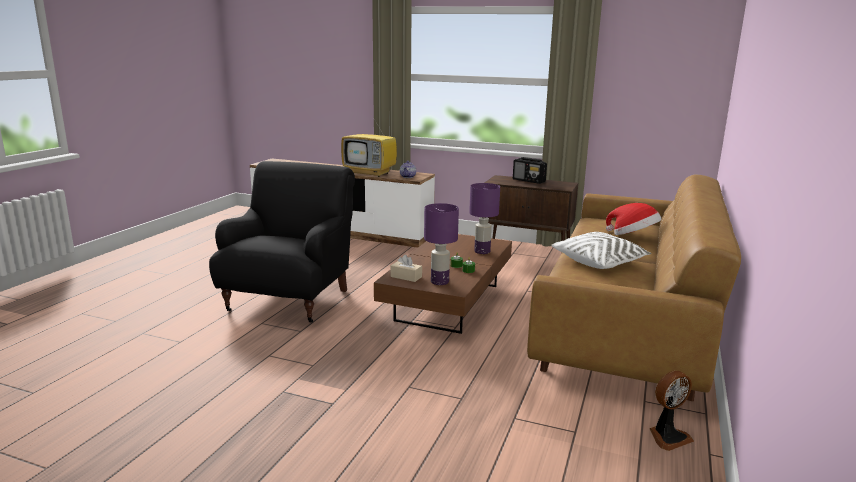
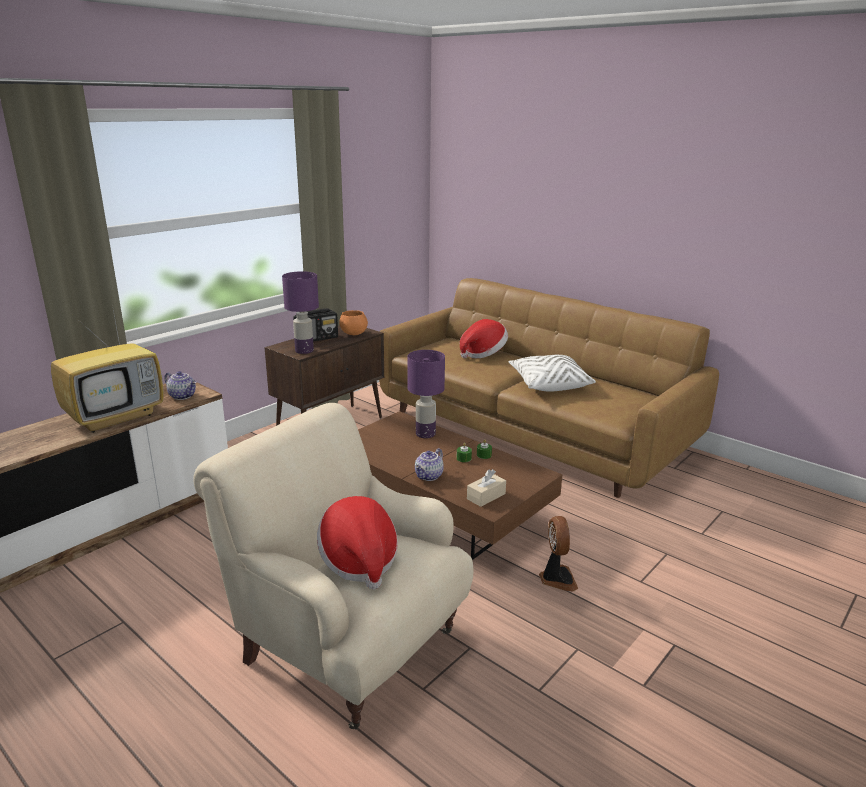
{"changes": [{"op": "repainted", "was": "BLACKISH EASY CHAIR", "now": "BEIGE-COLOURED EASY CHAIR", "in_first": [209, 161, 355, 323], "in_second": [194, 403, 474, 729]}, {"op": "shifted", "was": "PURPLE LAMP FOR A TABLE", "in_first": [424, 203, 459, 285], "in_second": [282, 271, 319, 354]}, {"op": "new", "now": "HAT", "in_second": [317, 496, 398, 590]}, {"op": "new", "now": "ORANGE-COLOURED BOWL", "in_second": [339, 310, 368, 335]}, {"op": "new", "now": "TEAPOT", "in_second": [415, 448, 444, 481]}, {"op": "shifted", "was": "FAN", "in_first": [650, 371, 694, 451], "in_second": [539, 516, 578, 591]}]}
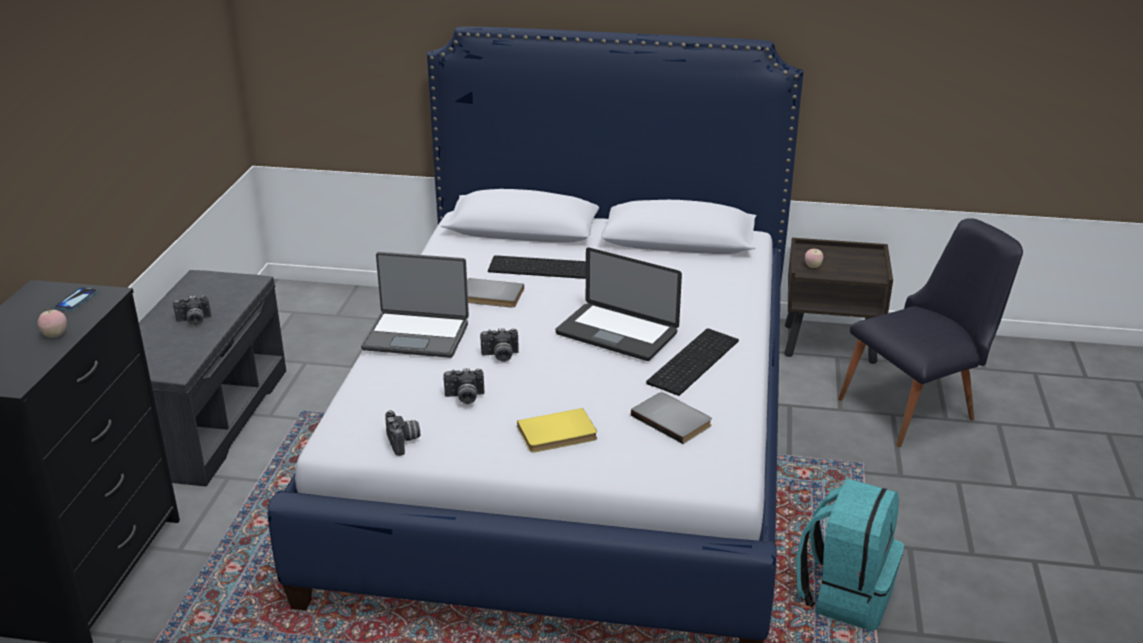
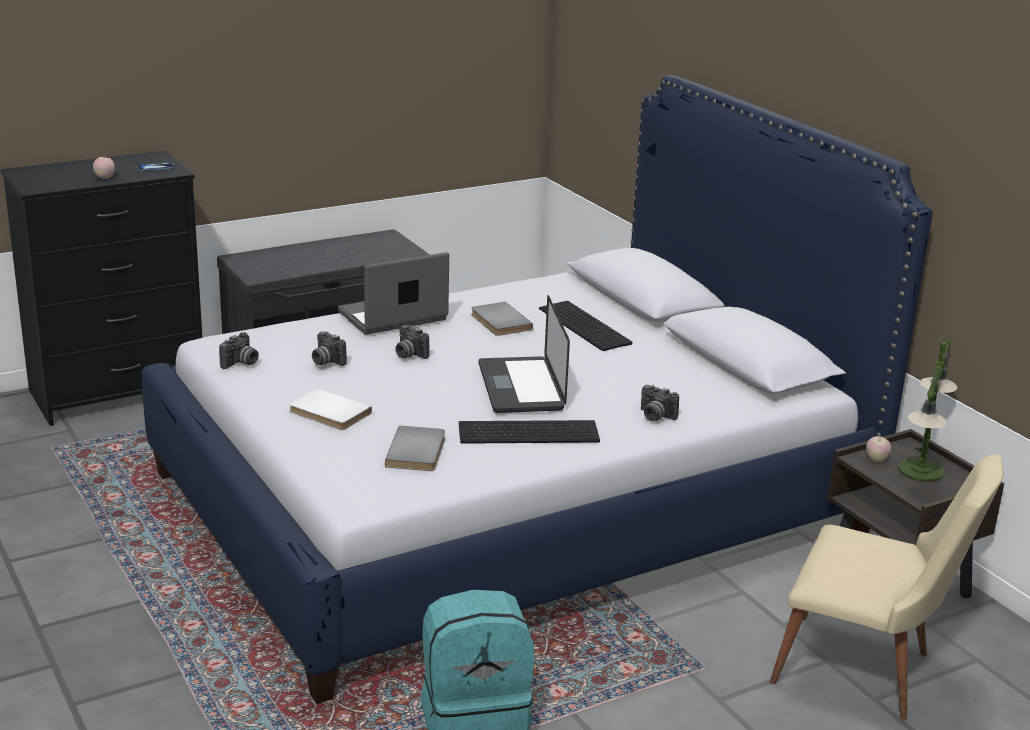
{"changes": [{"op": "repainted", "was": "YELLOW-COLOURED VOLUME", "now": "WHITE VOLUME", "in_first": [517, 408, 597, 453], "in_second": [289, 388, 372, 430]}, {"op": "rotated", "was": "NOTEBOOK COMPUTER", "in_first": [361, 252, 469, 358], "in_second": [338, 252, 449, 335], "clockwise": 90}, {"op": "shifted", "was": "STILL CAMERA", "in_first": [173, 295, 211, 326], "in_second": [641, 385, 679, 421]}, {"op": "repainted", "was": "BLACKISH PLAIN CHAIR", "now": "BEIGE-COLOURED PLAIN CHAIR", "in_first": [838, 218, 1023, 447], "in_second": [770, 454, 1003, 720]}, {"op": "new", "now": "LAMP FOR A TABLE", "in_second": [898, 339, 958, 482]}]}
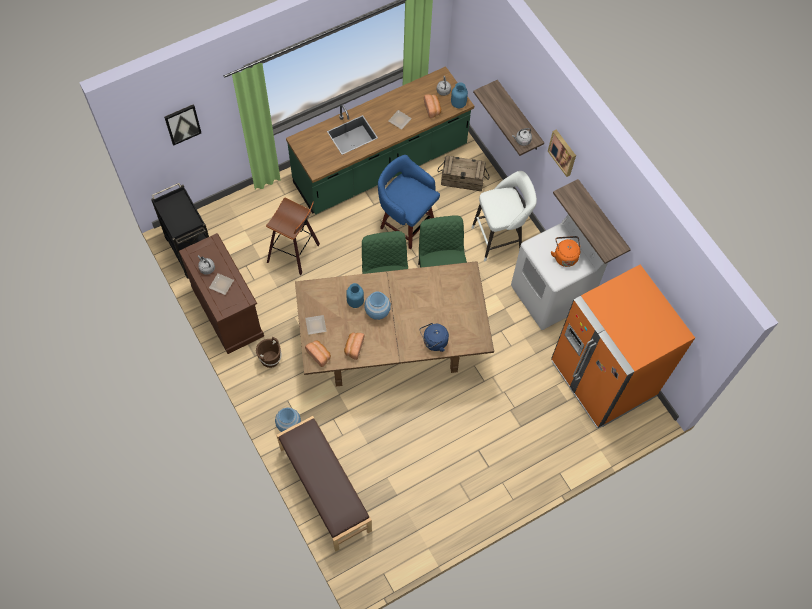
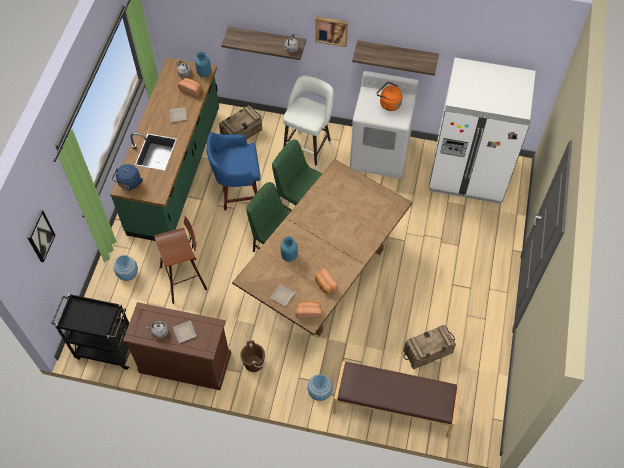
{"changes": [{"op": "shifted", "was": "BLUE WATER KETTLE", "in_first": [420, 323, 449, 352], "in_second": [112, 164, 143, 190]}, {"op": "shifted", "was": "BLUE FLOWER VASE", "in_first": [365, 292, 391, 320], "in_second": [114, 255, 138, 281]}, {"op": "new", "now": "CRATE", "in_second": [404, 325, 456, 369]}, {"op": "repainted", "was": "ORANGE-COLOURED KITCHEN FRIDGE", "now": "WHITE KITCHEN FRIDGE", "in_first": [551, 265, 695, 429], "in_second": [429, 58, 536, 204]}]}
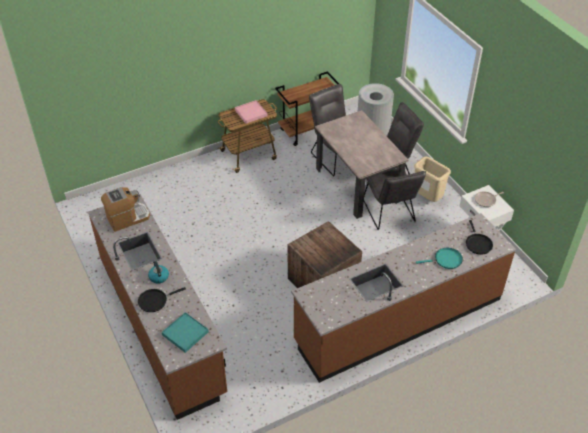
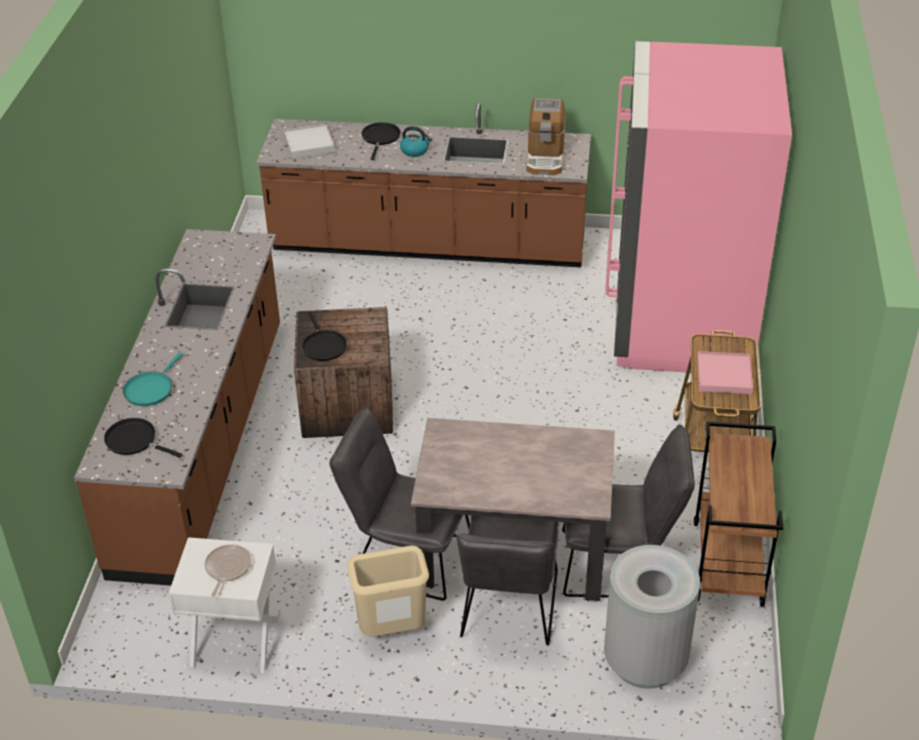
{"changes": [{"op": "repainted", "was": "BLUE-GREEN SERVING TRAY", "now": "WHITE SERVING TRAY", "in_first": [162, 312, 209, 353], "in_second": [284, 124, 335, 158]}, {"op": "new", "now": "BLACKISH PAN", "in_second": [302, 312, 347, 361]}, {"op": "new", "now": "PINK-COLOURED KITCHEN FRIDGE", "in_second": [605, 41, 792, 373]}]}
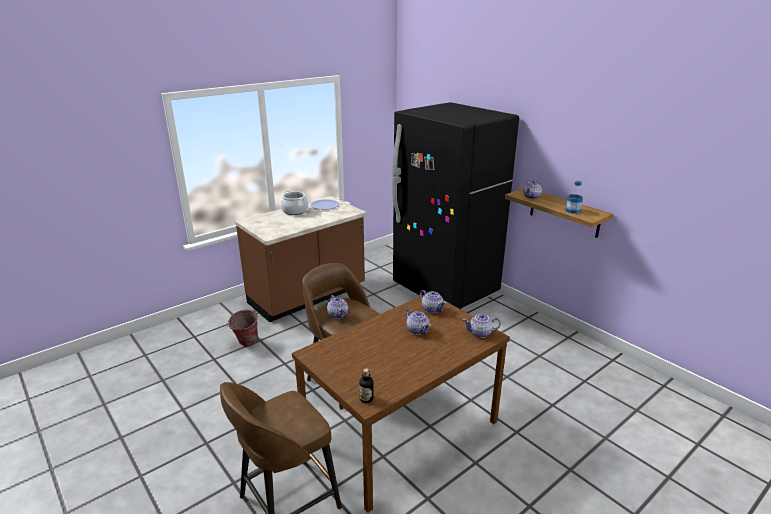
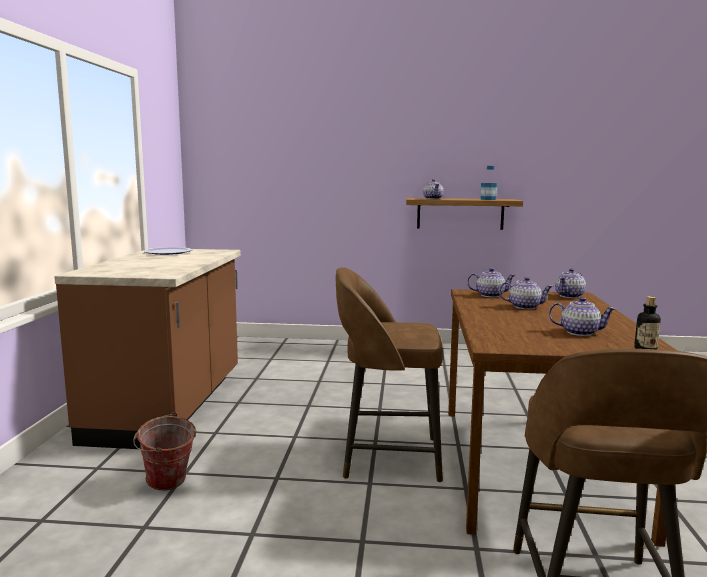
{"changes": [{"op": "shifted", "was": "TEAPOT", "in_first": [327, 295, 348, 319], "in_second": [549, 297, 616, 336]}, {"op": "gone", "was": "COOKING POT", "in_first": [281, 191, 308, 215]}, {"op": "gone", "was": "BLACKISH KITCHEN FRIDGE", "in_first": [392, 102, 519, 310]}]}
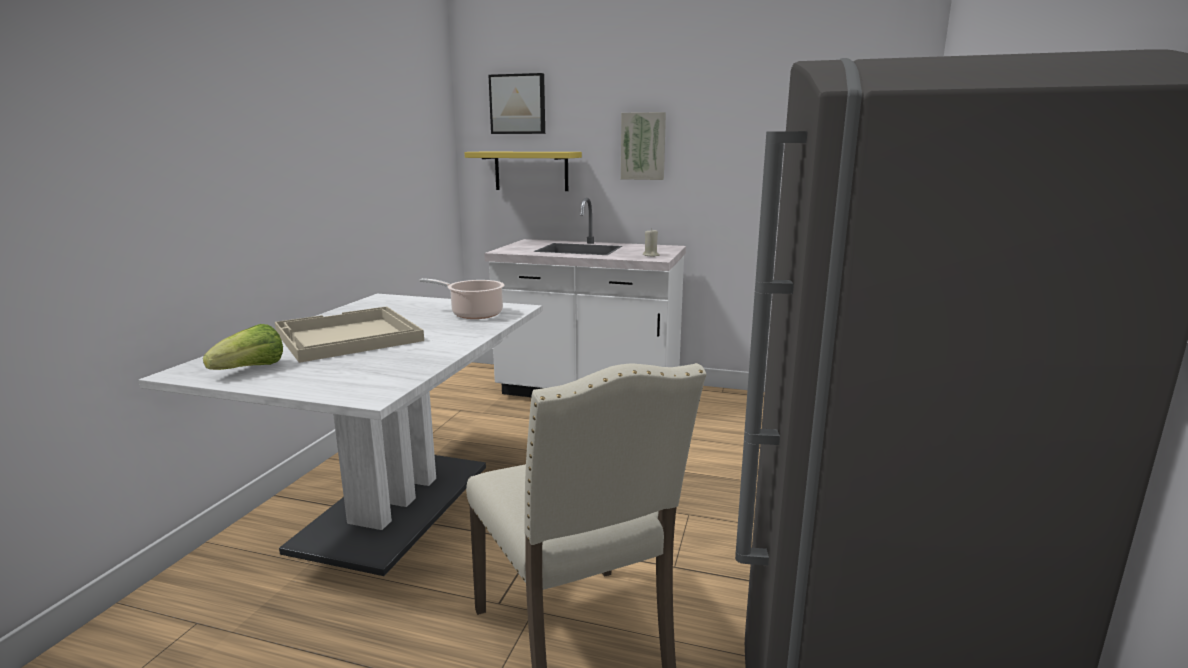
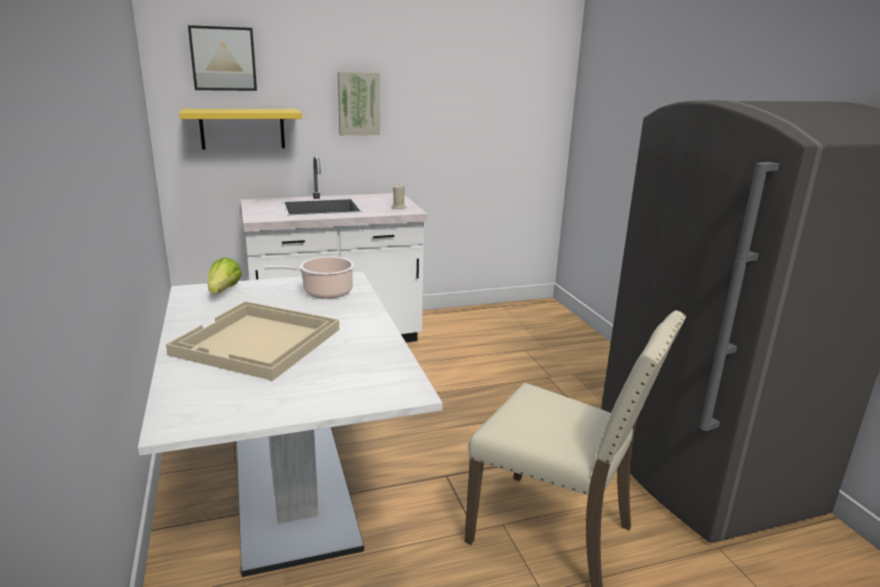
{"changes": [{"op": "shifted", "was": "HEAD OF LETTUCE", "in_first": [203, 324, 283, 370], "in_second": [208, 257, 242, 294]}]}
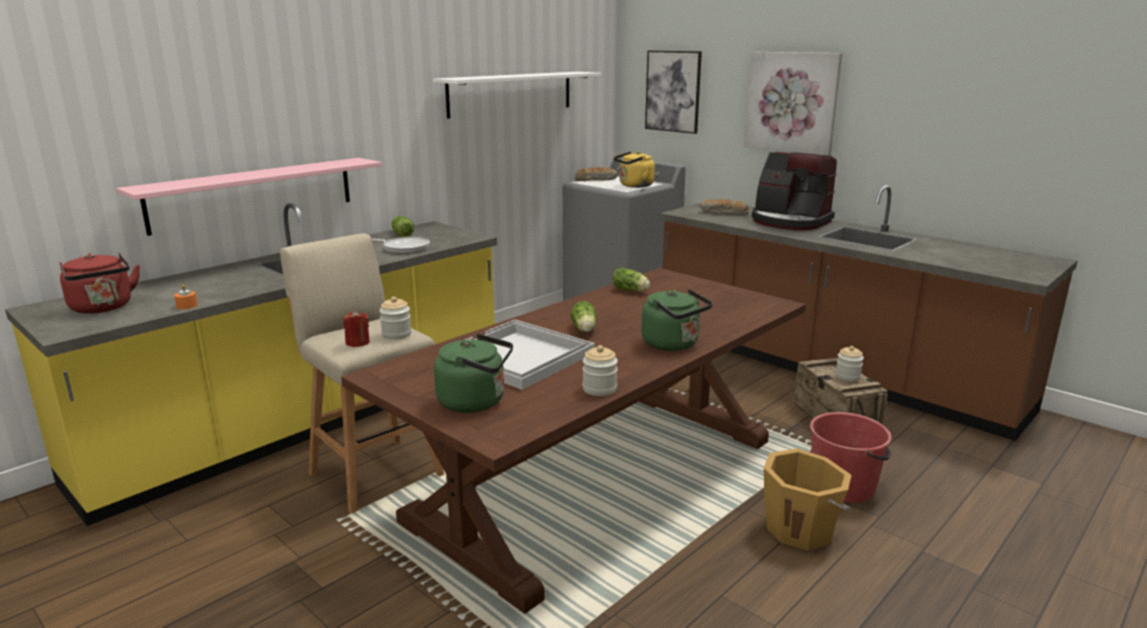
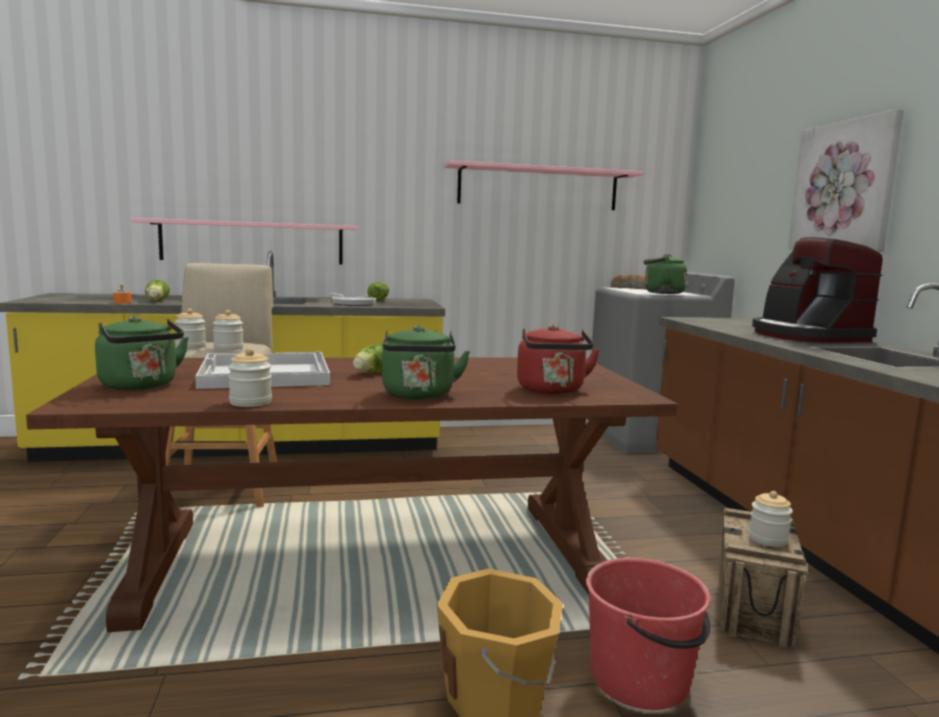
{"changes": [{"op": "shifted", "was": "HEAD OF LETTUCE", "in_first": [612, 267, 650, 291], "in_second": [145, 280, 169, 301]}, {"op": "swapped", "was": "RED-COLOURED CANDLE", "now": "JAR", "in_first": [343, 310, 370, 347], "in_second": [175, 309, 206, 349]}, {"op": "repainted", "was": "WHITE SHELF", "now": "PINK-COLOURED SHELF", "in_first": [433, 72, 601, 119], "in_second": [444, 160, 644, 210]}, {"op": "shifted", "was": "RED-COLOURED WATER KETTLE", "in_first": [60, 253, 140, 314], "in_second": [517, 325, 600, 394]}, {"op": "repainted", "was": "YELLOW-COLOURED WATER KETTLE", "now": "GREEN WATER KETTLE", "in_first": [614, 151, 655, 188], "in_second": [643, 254, 687, 294]}, {"op": "gone", "was": "PICTURE", "in_first": [645, 51, 702, 134]}, {"op": "gone", "was": "BREAD", "in_first": [699, 199, 749, 214]}]}
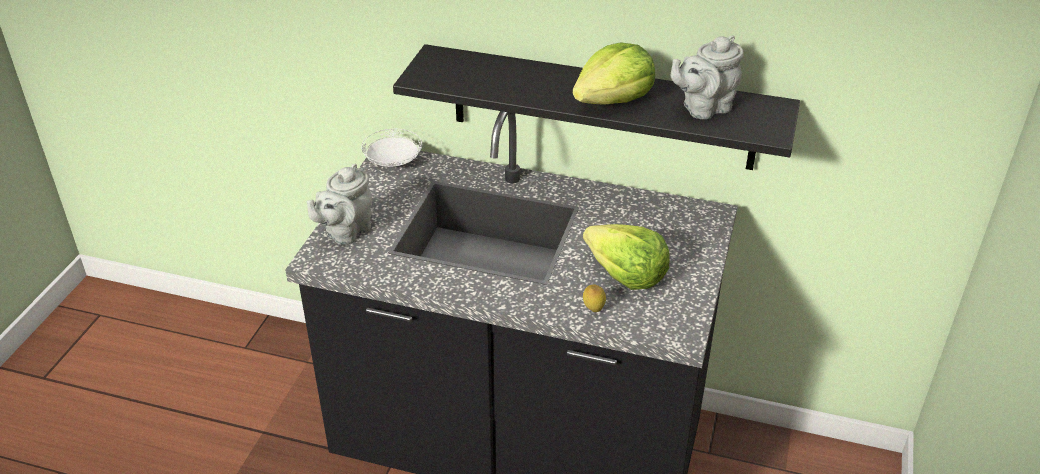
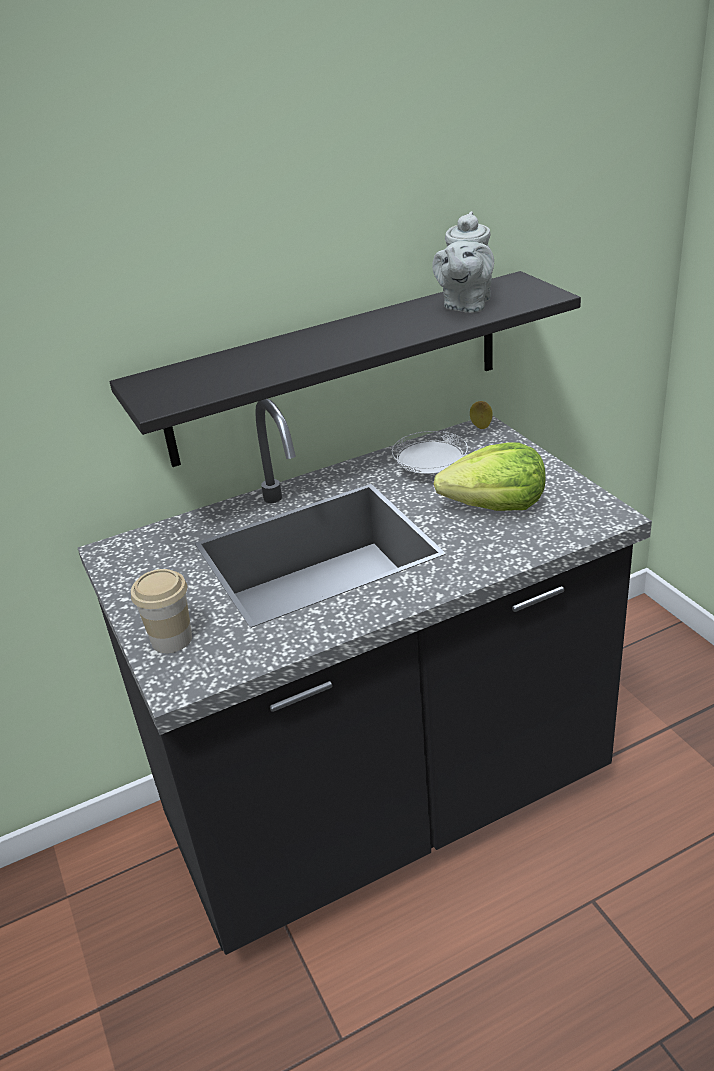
{"changes": [{"op": "swapped", "was": "GRAY TEAPOT", "now": "SMALL CUP", "in_first": [307, 164, 372, 245], "in_second": [131, 569, 192, 653]}, {"op": "shifted", "was": "WHITE FLAT DISH", "in_first": [361, 129, 422, 167], "in_second": [392, 431, 468, 474]}, {"op": "shifted", "was": "LEMON", "in_first": [583, 284, 606, 312], "in_second": [470, 401, 493, 429]}, {"op": "gone", "was": "HEAD OF LETTUCE", "in_first": [573, 42, 655, 104]}]}
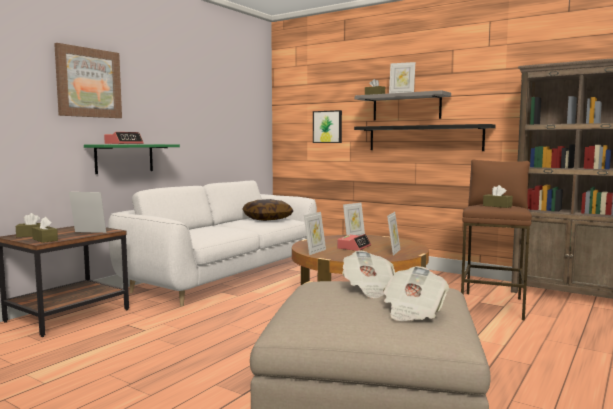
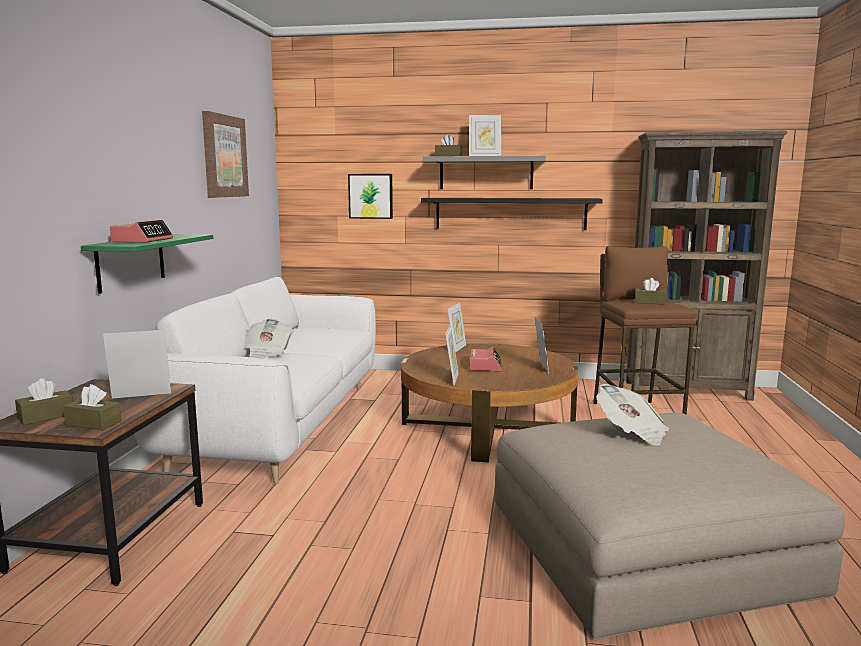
{"changes": [{"op": "shifted", "was": "PICTURE", "in_first": [54, 43, 122, 118], "in_second": [202, 111, 249, 198]}, {"op": "shifted", "was": "DAILY PAPER", "in_first": [383, 266, 449, 321], "in_second": [244, 319, 294, 359]}, {"op": "gone", "was": "PILLOW", "in_first": [242, 199, 293, 221]}]}
